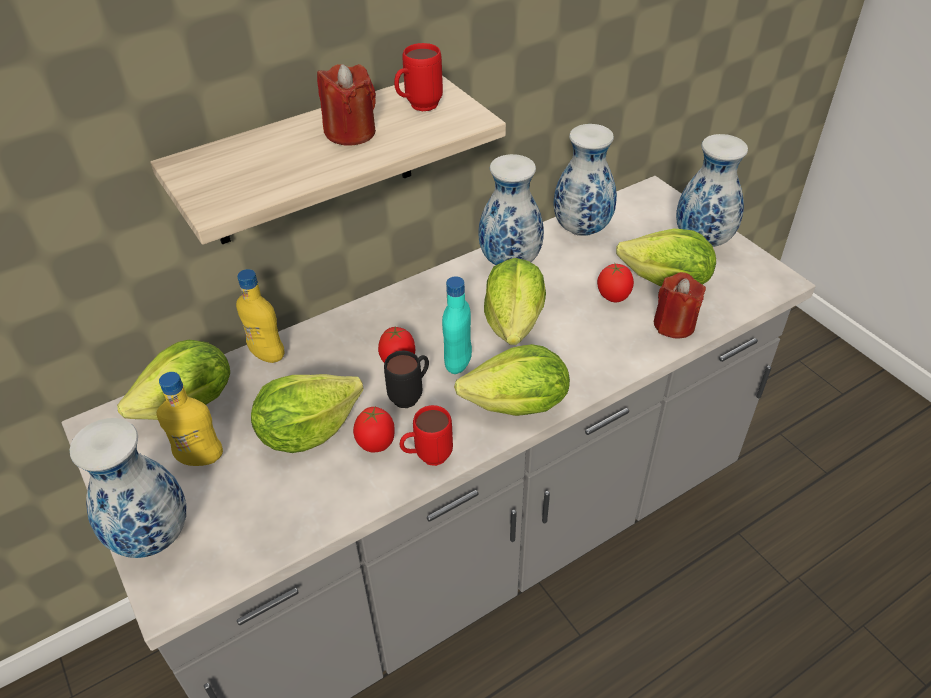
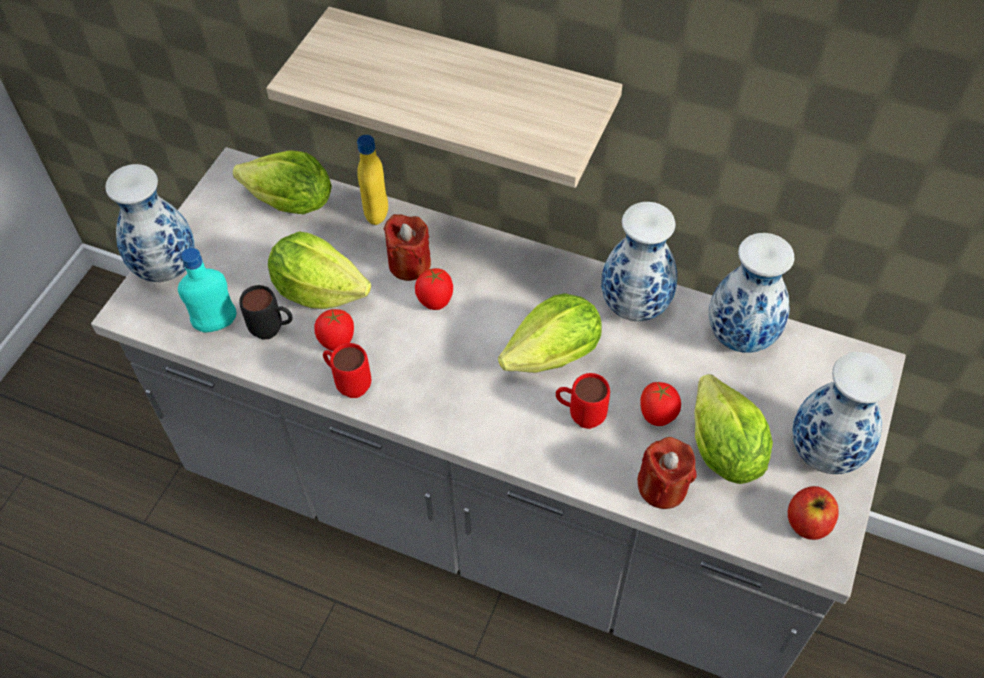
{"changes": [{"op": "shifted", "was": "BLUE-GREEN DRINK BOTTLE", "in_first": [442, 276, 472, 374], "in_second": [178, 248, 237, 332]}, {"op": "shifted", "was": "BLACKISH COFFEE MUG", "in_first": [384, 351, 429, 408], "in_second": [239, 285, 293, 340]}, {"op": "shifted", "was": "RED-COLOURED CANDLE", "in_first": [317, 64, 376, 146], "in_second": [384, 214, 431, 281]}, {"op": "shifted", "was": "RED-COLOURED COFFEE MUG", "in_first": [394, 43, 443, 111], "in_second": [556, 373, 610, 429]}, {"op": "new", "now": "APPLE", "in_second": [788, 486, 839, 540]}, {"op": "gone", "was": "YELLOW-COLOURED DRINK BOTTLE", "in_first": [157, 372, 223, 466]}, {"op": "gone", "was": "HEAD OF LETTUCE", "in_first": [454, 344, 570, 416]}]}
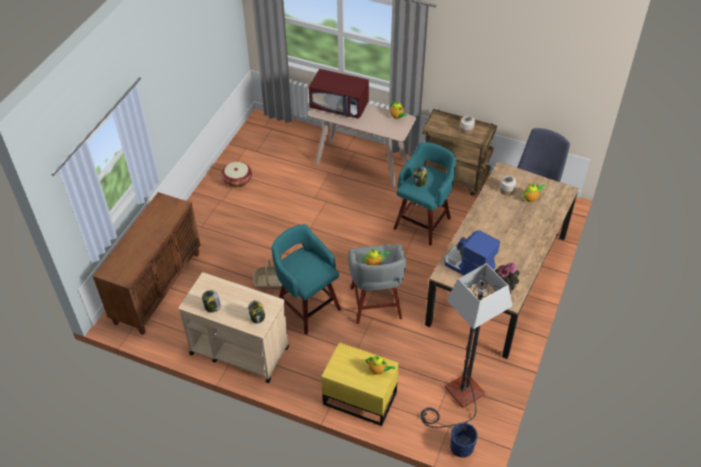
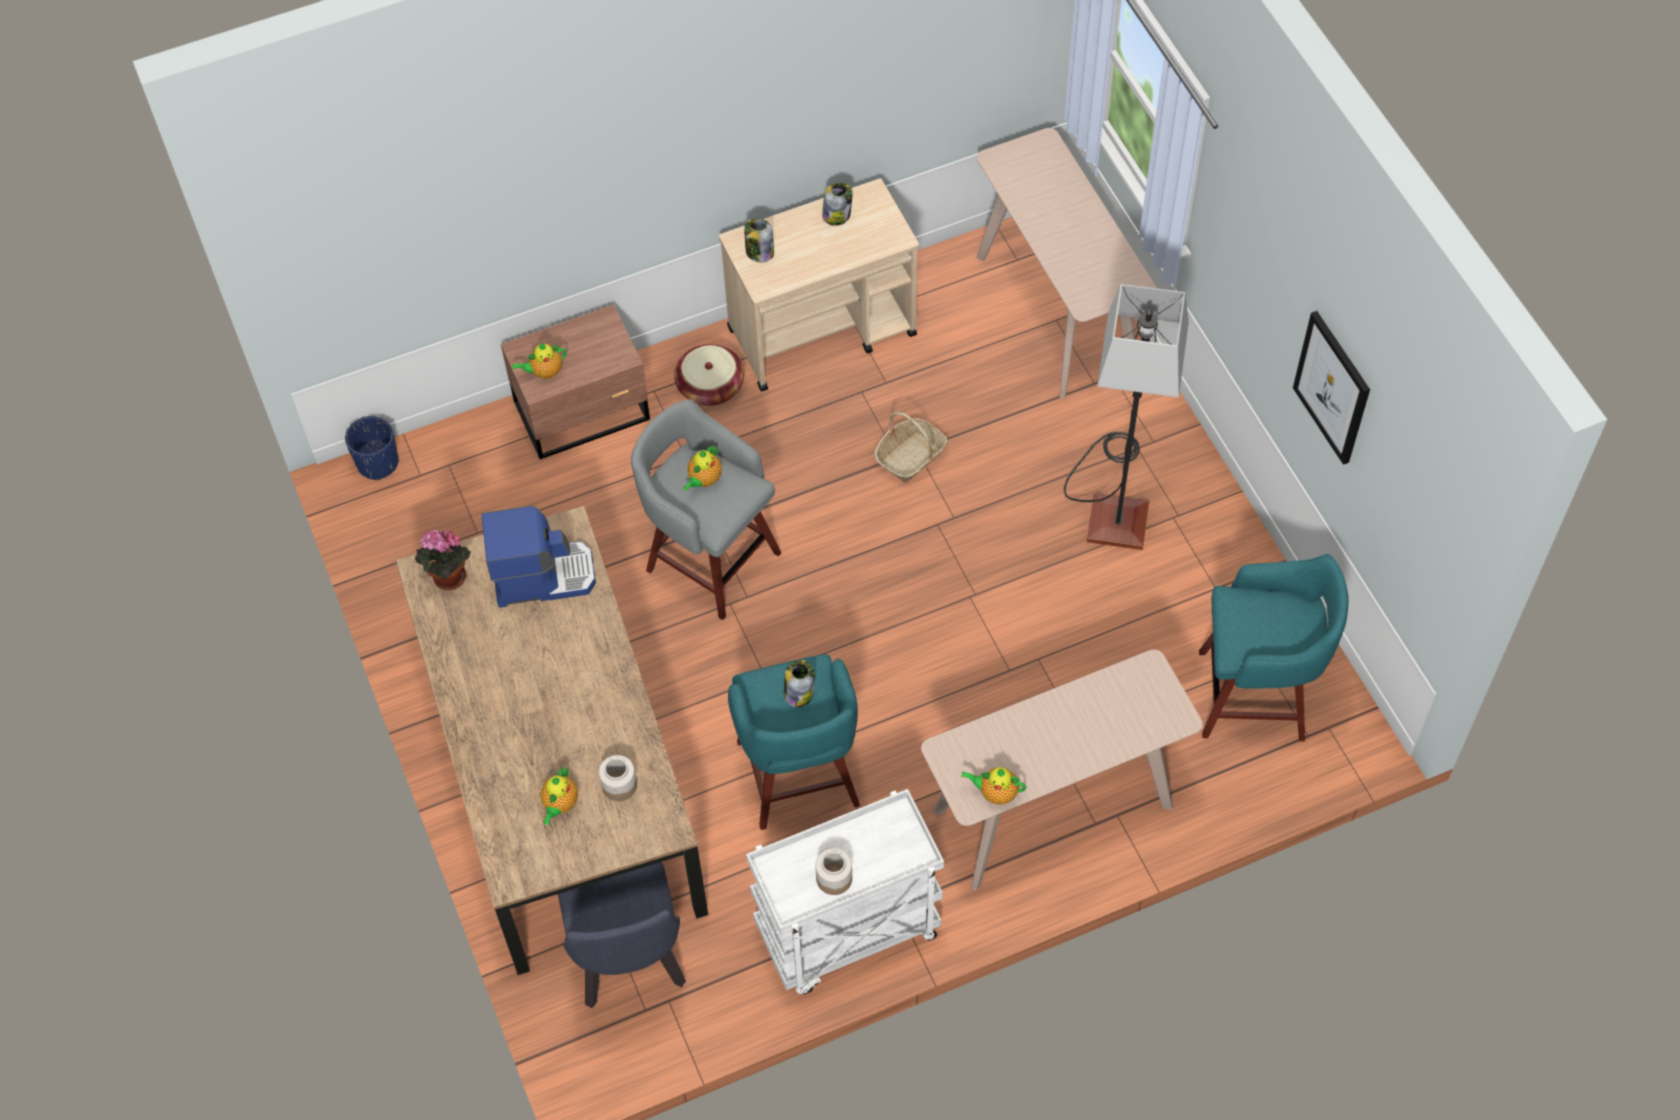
{"changes": [{"op": "repainted", "was": "YELLOW-COLOURED NIGHTSTAND", "now": "BROWNISH NIGHTSTAND", "in_first": [322, 342, 399, 426], "in_second": [501, 304, 650, 459]}, {"op": "shifted", "was": "BASKET", "in_first": [221, 162, 252, 187], "in_second": [674, 344, 744, 406]}, {"op": "repainted", "was": "BROWNISH WHEELED CART", "now": "WHITE WHEELED CART", "in_first": [422, 109, 497, 196], "in_second": [746, 789, 944, 994]}, {"op": "swapped", "was": "BROWNISH CABINET", "now": "BEIGE-COLOURED CONSOLE TABLE", "in_first": [93, 192, 200, 335], "in_second": [976, 128, 1157, 399]}, {"op": "shifted", "was": "STANDARD LAMP", "in_first": [421, 263, 513, 428], "in_second": [1064, 284, 1189, 550]}, {"op": "shifted", "was": "BLUE-GREEN SITTING STOOL", "in_first": [272, 224, 341, 334], "in_second": [1199, 554, 1349, 741]}, {"op": "new", "now": "PICTURE", "in_second": [1293, 311, 1370, 465]}, {"op": "gone", "was": "RED-COLOURED KITCHEN MICROWAVE", "in_first": [309, 69, 369, 119]}]}
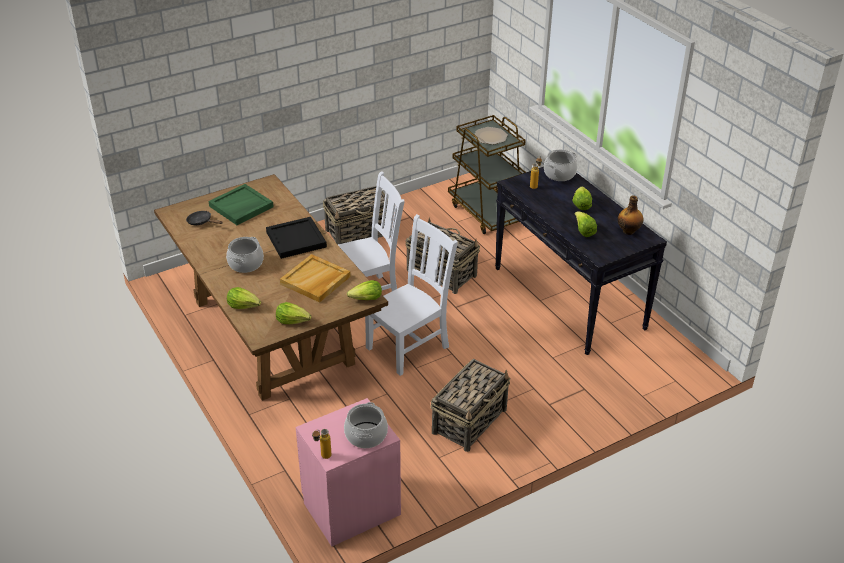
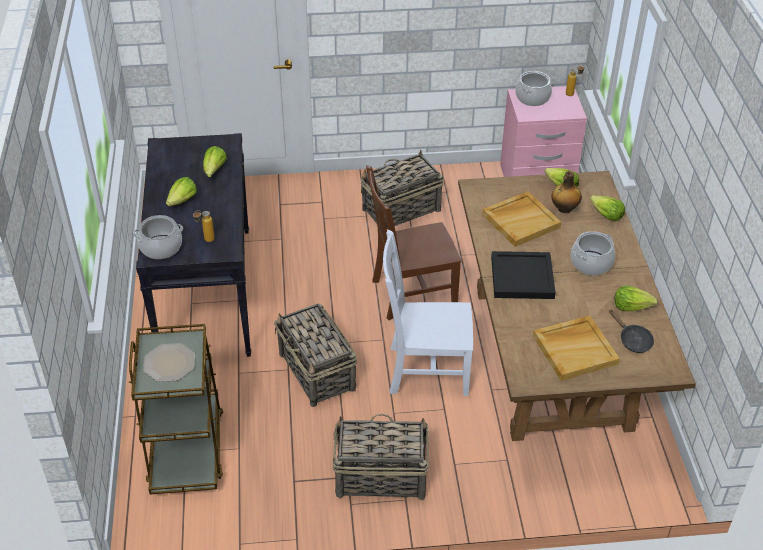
{"changes": [{"op": "repainted", "was": "WHITE PLAIN CHAIR", "now": "BROWNISH PLAIN CHAIR", "in_first": [365, 214, 458, 376], "in_second": [366, 165, 461, 320]}, {"op": "repainted", "was": "GREEN SERVING TRAY", "now": "BEIGE-COLOURED SERVING TRAY", "in_first": [208, 184, 274, 225], "in_second": [533, 315, 620, 381]}, {"op": "shifted", "was": "DRINK BOTTLE", "in_first": [618, 195, 644, 235], "in_second": [552, 171, 582, 213]}, {"op": "shifted", "was": "HEAD OF LETTUCE", "in_first": [347, 280, 382, 300], "in_second": [615, 285, 658, 311]}]}
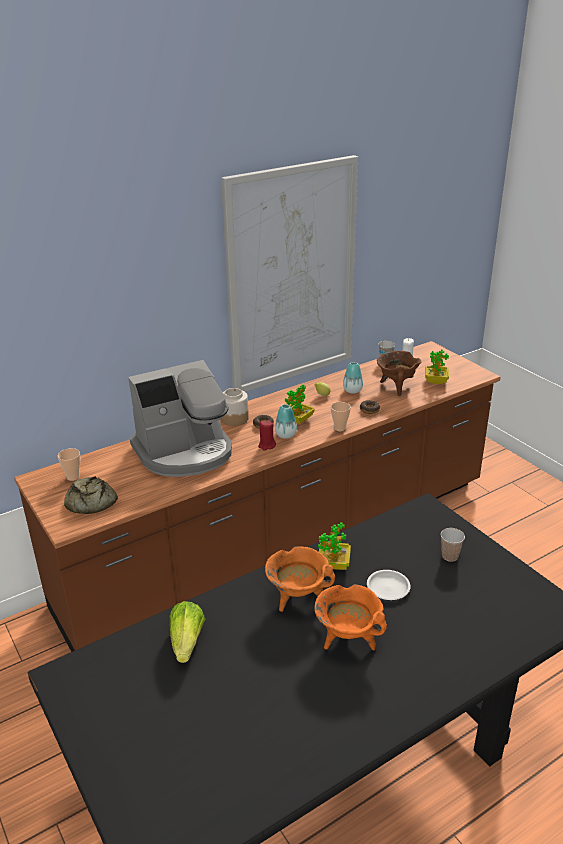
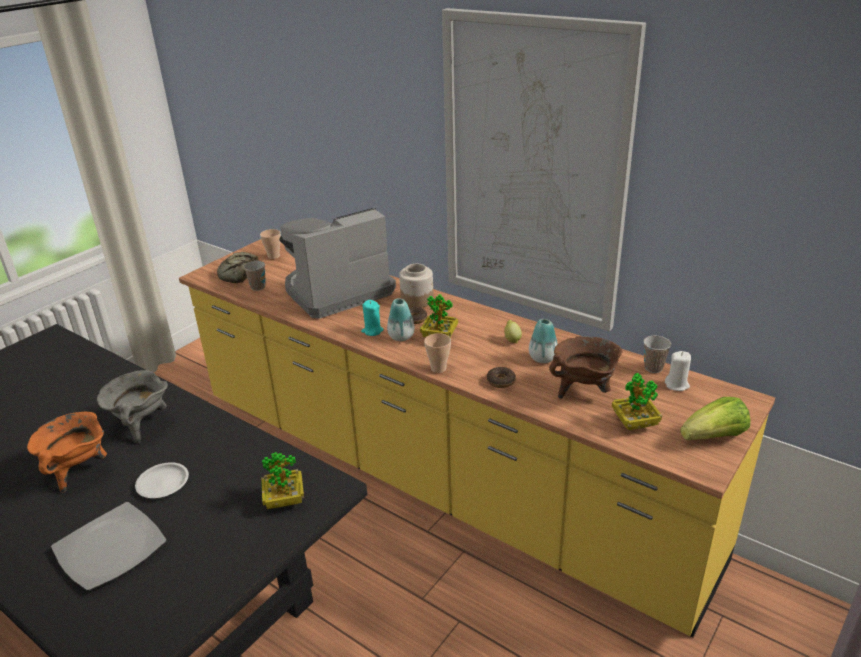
{"changes": [{"op": "new", "now": "FLAT DISH", "in_second": [51, 502, 167, 591]}, {"op": "repainted", "was": "ORANGE-COLOURED COOKING POT", "now": "GRAY COOKING POT", "in_first": [265, 546, 335, 612], "in_second": [97, 370, 168, 443]}, {"op": "repainted", "was": "BROWNISH KITCHEN COUNTER", "now": "YELLOW-COLOURED KITCHEN COUNTER", "in_first": [14, 341, 501, 652], "in_second": [179, 239, 775, 638]}, {"op": "shifted", "was": "SMALL CUP", "in_first": [441, 528, 465, 562], "in_second": [243, 261, 266, 291]}, {"op": "shifted", "was": "HOUSEPLANT", "in_first": [318, 522, 351, 570], "in_second": [261, 452, 304, 509]}, {"op": "rotated", "was": "COFFEE MACHINE", "in_first": [128, 360, 232, 477], "in_second": [279, 208, 396, 319], "clockwise": 105}, {"op": "repainted", "was": "RED-COLOURED CANDLE", "now": "BLUE-GREEN CANDLE", "in_first": [258, 420, 276, 451], "in_second": [361, 300, 384, 336]}, {"op": "shifted", "was": "HEAD OF LETTUCE", "in_first": [170, 601, 205, 663], "in_second": [680, 397, 750, 440]}]}
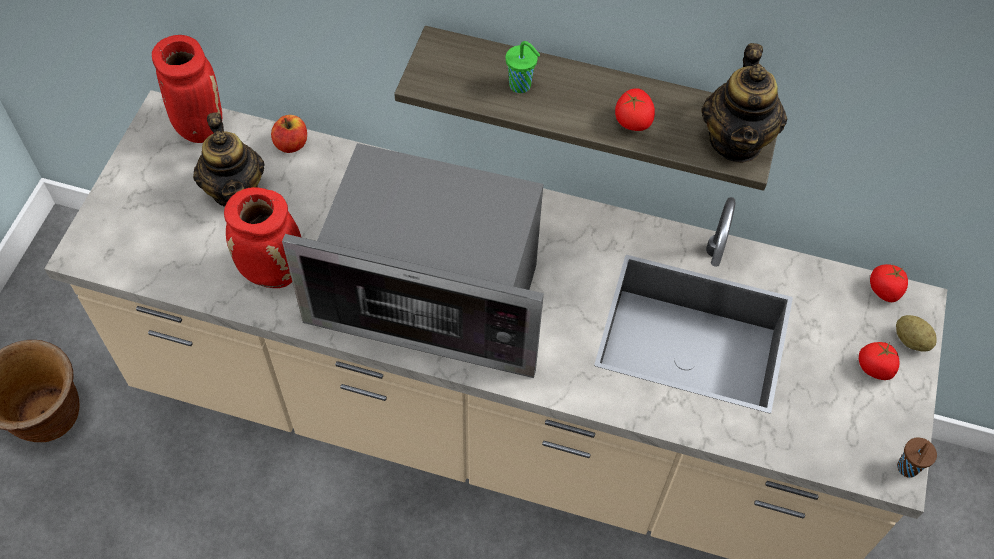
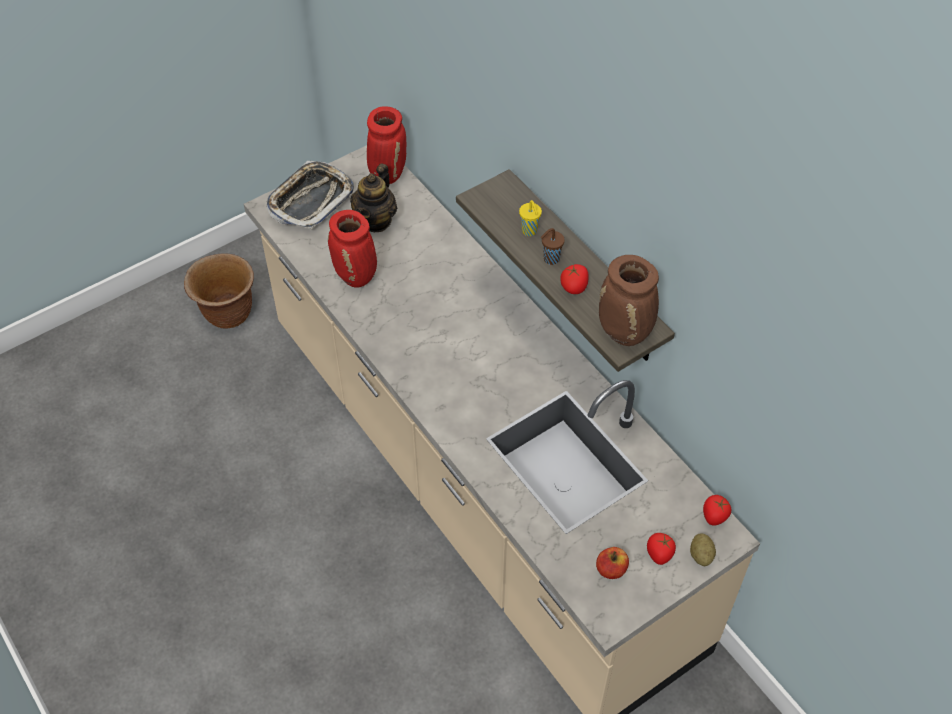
{"changes": [{"op": "new", "now": "SERVING TRAY", "in_second": [267, 161, 354, 229]}, {"op": "repainted", "was": "GREEN SMALL CUP", "now": "YELLOW-COLOURED SMALL CUP", "in_first": [506, 41, 540, 93], "in_second": [519, 200, 542, 236]}, {"op": "shifted", "was": "BROWNISH SMALL CUP", "in_first": [897, 437, 937, 478], "in_second": [541, 228, 565, 265]}, {"op": "shifted", "was": "APPLE", "in_first": [271, 115, 307, 153], "in_second": [596, 547, 629, 579]}, {"op": "swapped", "was": "TEAPOT", "now": "BROWNISH FLOWER VASE", "in_first": [701, 43, 787, 163], "in_second": [599, 255, 659, 346]}, {"op": "gone", "was": "KITCHEN MICROWAVE", "in_first": [282, 143, 544, 378]}]}
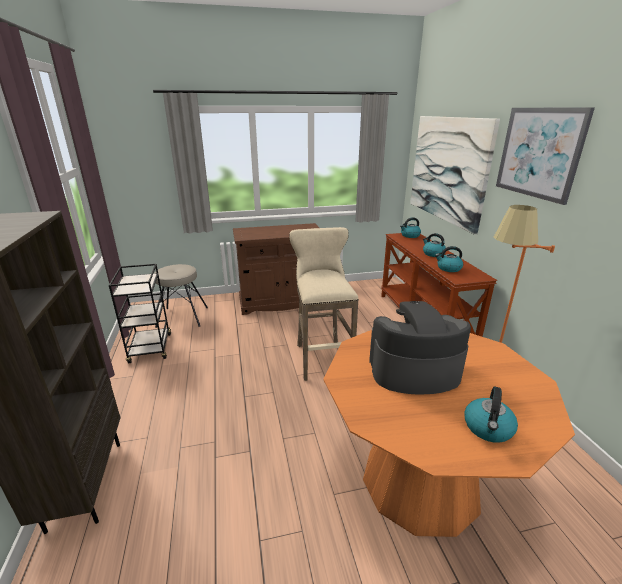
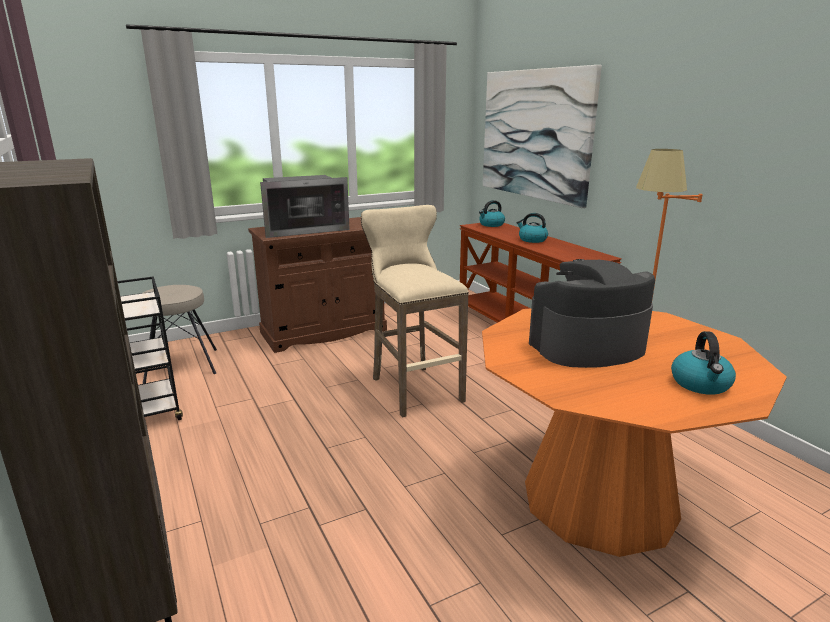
{"changes": [{"op": "new", "now": "KITCHEN MICROWAVE", "in_second": [260, 175, 350, 238]}, {"op": "gone", "was": "WATER KETTLE", "in_first": [435, 246, 463, 272]}, {"op": "gone", "was": "PICTURE", "in_first": [496, 107, 595, 205]}]}
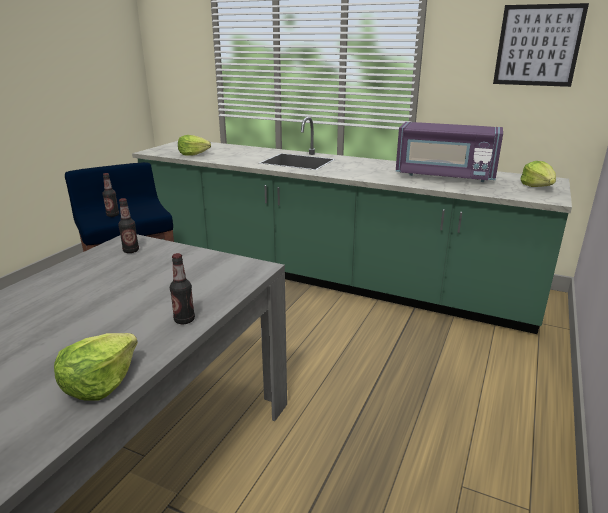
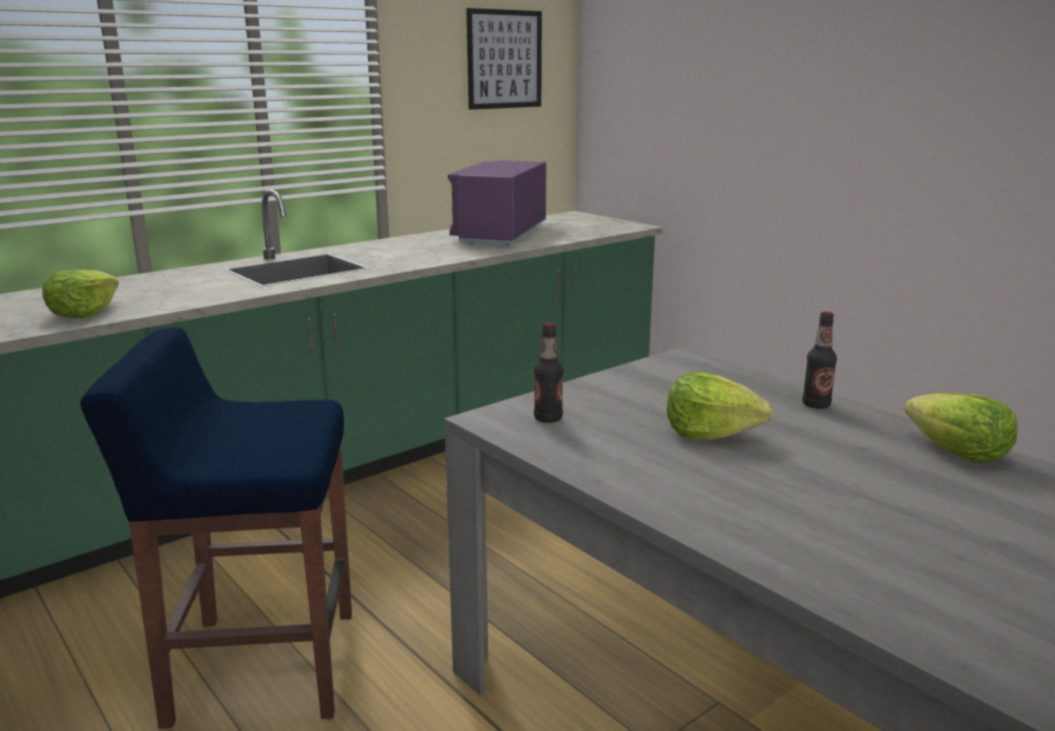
{"changes": [{"op": "rotated", "was": "PURPLE KITCHEN MICROWAVE", "in_first": [396, 122, 503, 182], "in_second": [448, 160, 546, 246], "clockwise": 150}, {"op": "shifted", "was": "HEAD OF LETTUCE", "in_first": [520, 161, 556, 187], "in_second": [667, 372, 772, 440]}, {"op": "gone", "was": "DRINK BOTTLE", "in_first": [103, 173, 119, 217]}]}
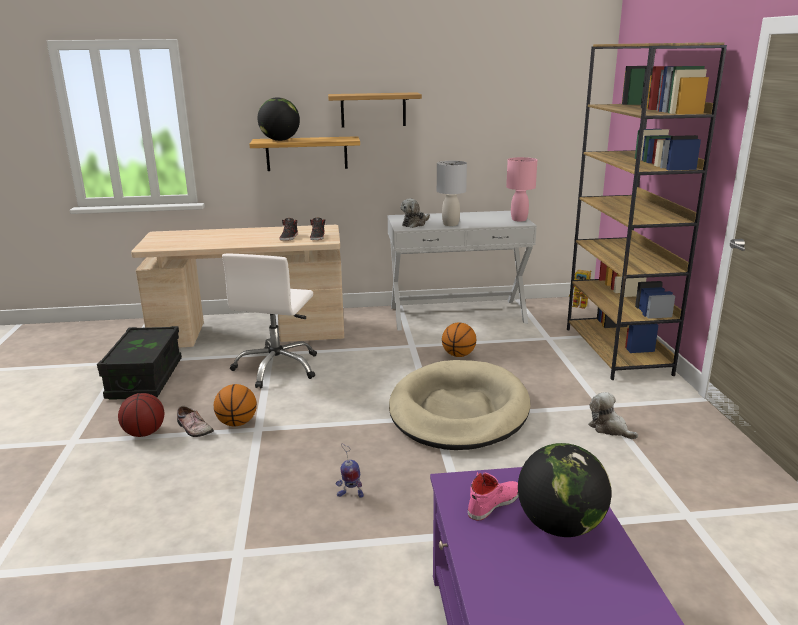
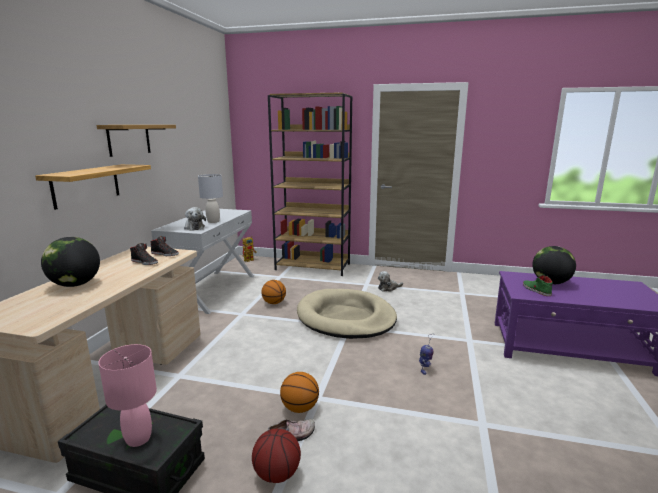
{"changes": [{"op": "shifted", "was": "GLOBE", "in_first": [258, 97, 300, 141], "in_second": [41, 237, 100, 287]}, {"op": "shifted", "was": "PINK-COLOURED LAMP FOR A TABLE", "in_first": [506, 157, 537, 222], "in_second": [98, 344, 157, 447]}, {"op": "repainted", "was": "PINK-COLOURED SHOE", "now": "GREEN SHOE", "in_first": [468, 472, 519, 520], "in_second": [523, 275, 552, 296]}, {"op": "gone", "was": "WHITE COMPUTER CHAIR", "in_first": [222, 254, 317, 388]}]}
